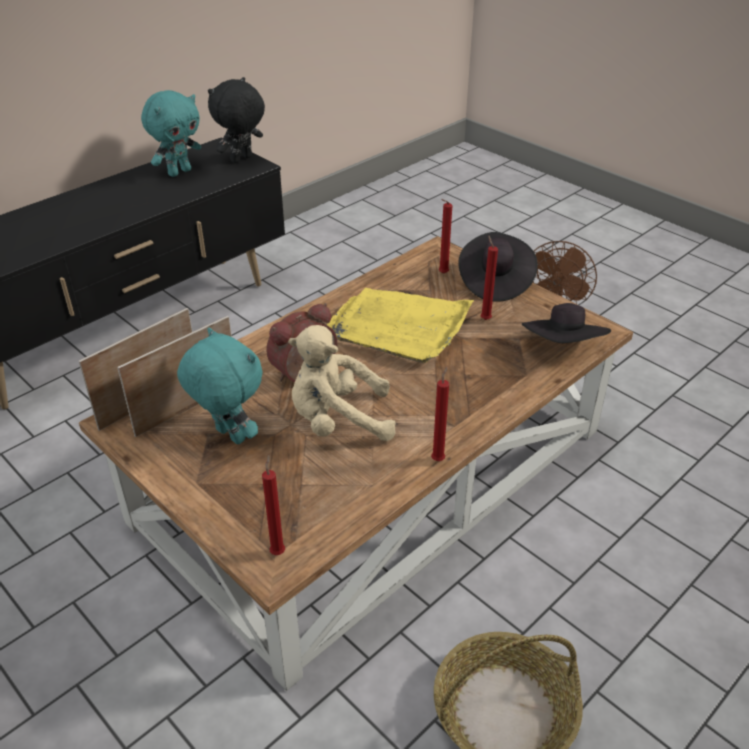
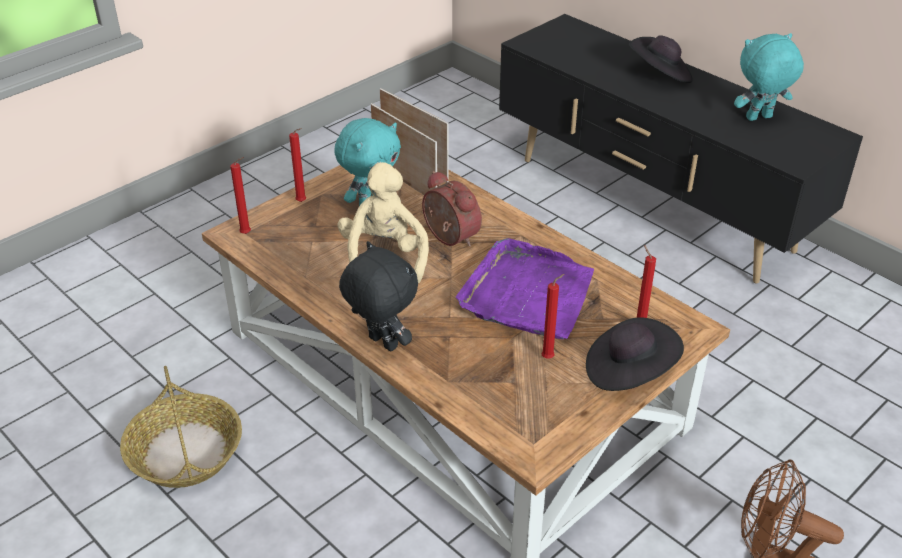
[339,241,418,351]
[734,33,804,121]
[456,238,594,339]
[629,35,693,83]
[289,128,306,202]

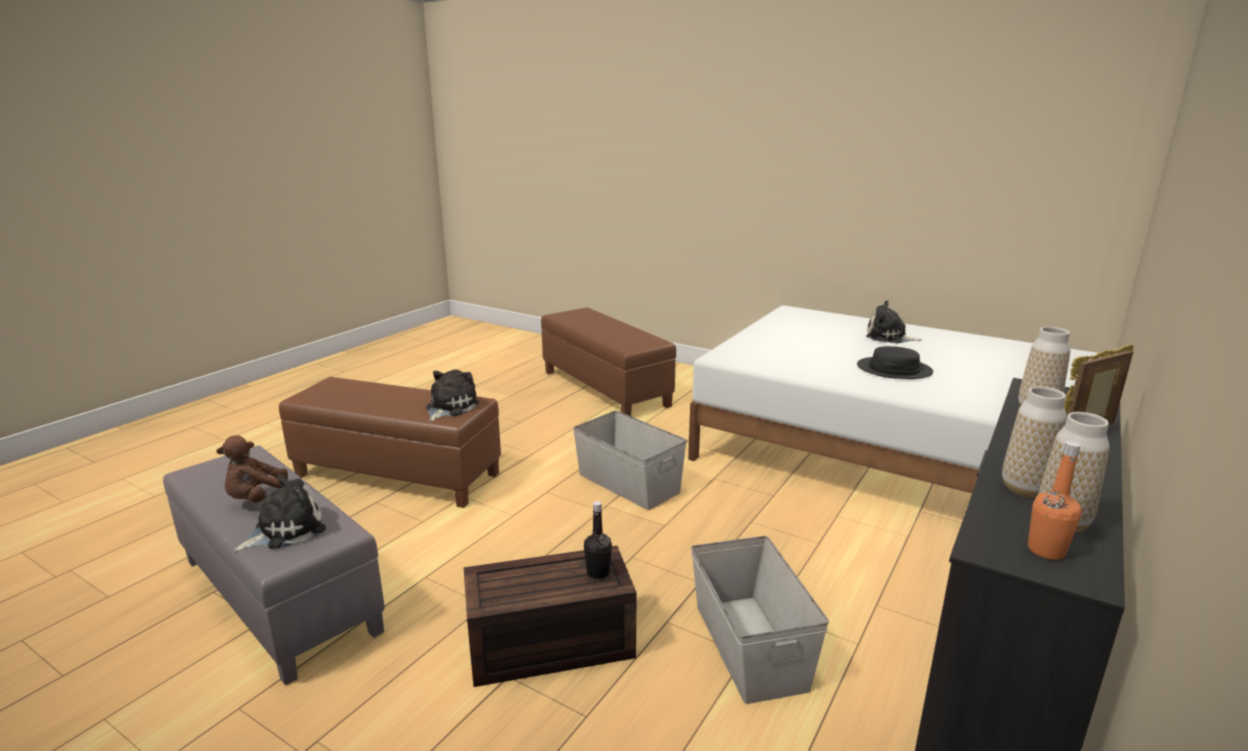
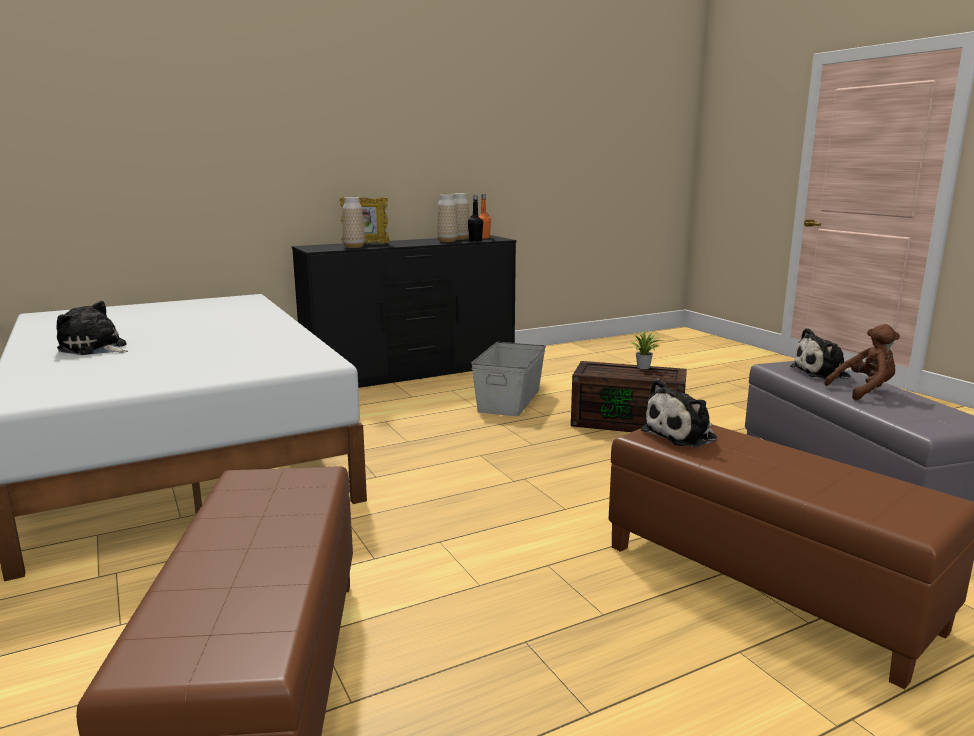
[56,301,128,355]
[857,346,933,379] (first image)
[573,411,687,510] (first image)
[468,195,483,241]
[631,330,663,369]

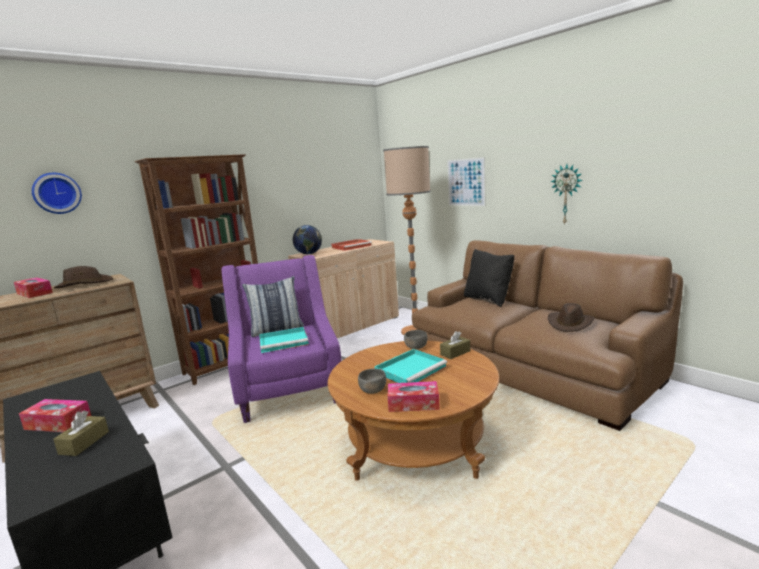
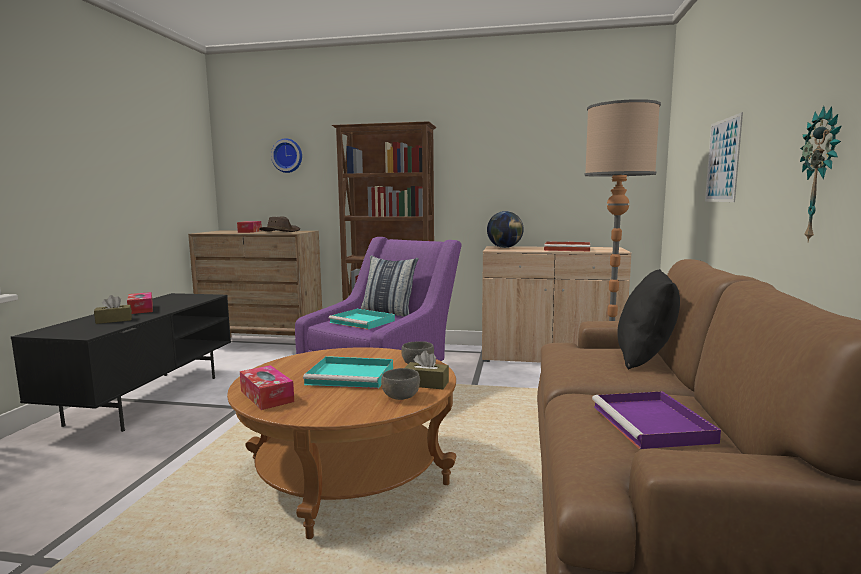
[592,391,721,449]
[381,368,420,400]

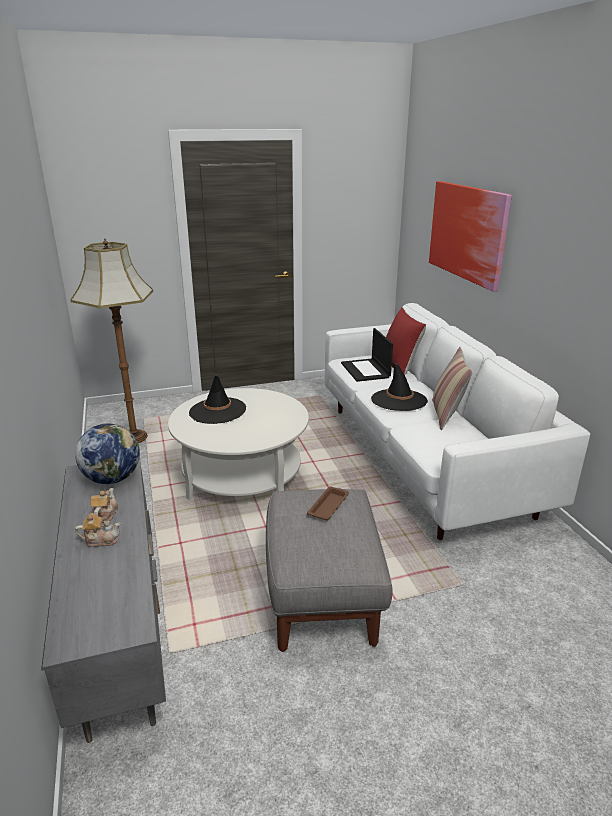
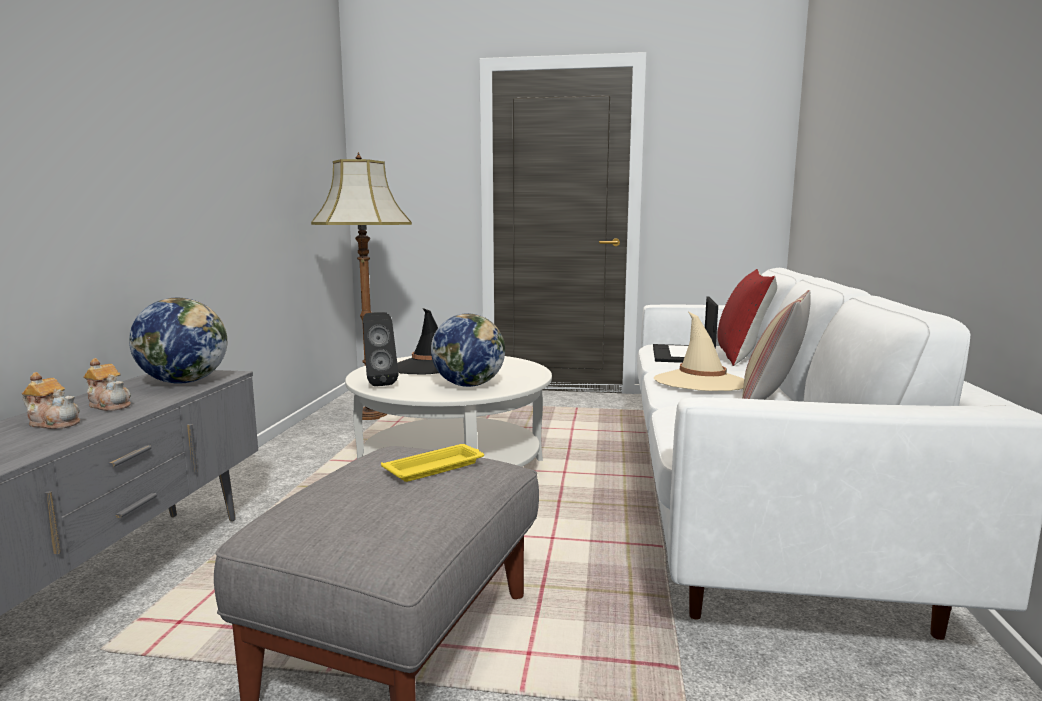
[429,181,512,292] (first image)
[654,312,744,391]
[381,444,484,482]
[83,358,131,411]
[363,312,399,386]
[431,313,505,387]

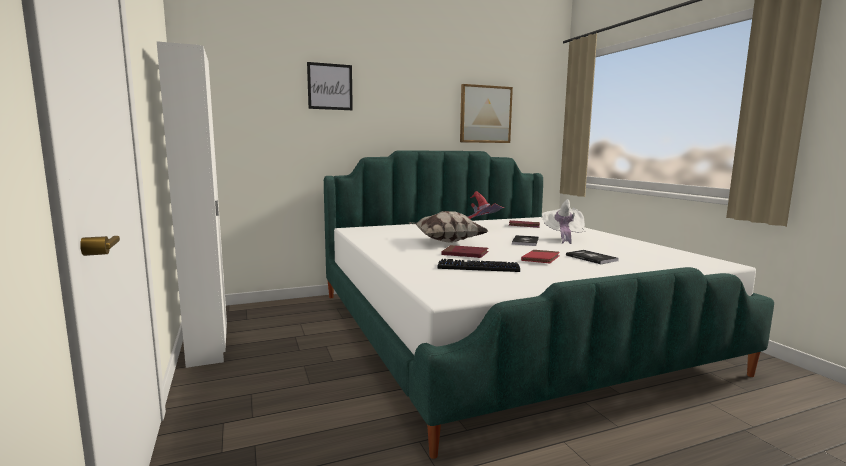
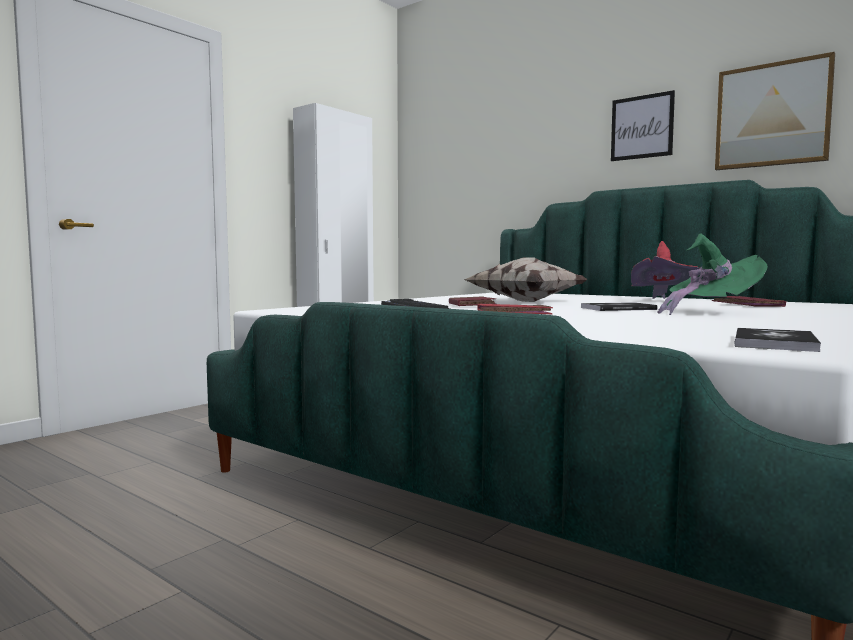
[611,90,675,161]
[658,233,768,315]
[735,328,821,352]

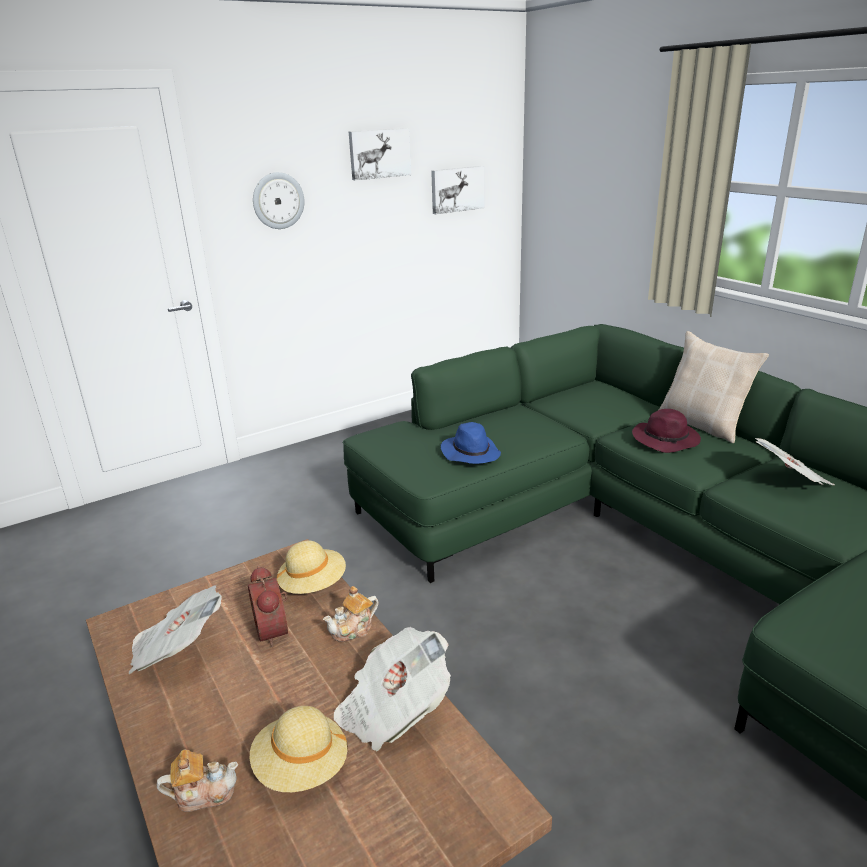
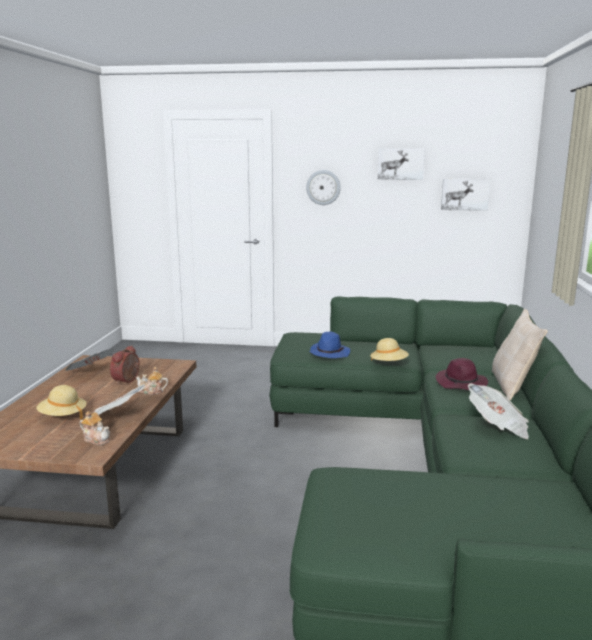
[370,338,409,361]
[80,411,110,445]

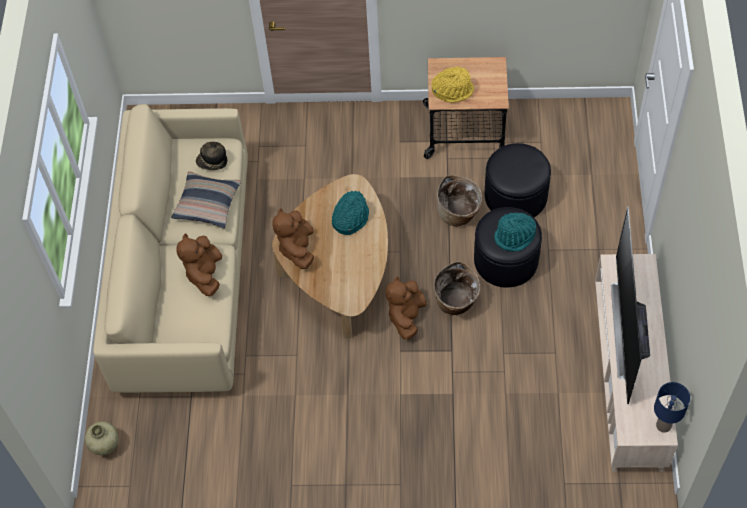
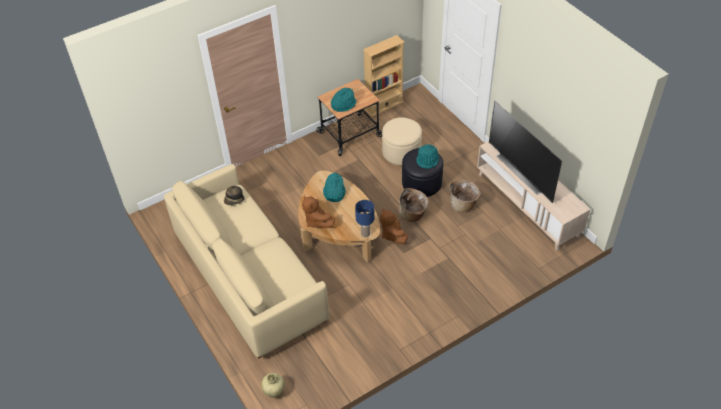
[331,88,356,112]
[382,117,422,165]
[171,171,241,228] (first image)
[449,180,481,213]
[176,233,222,296] (first image)
[355,200,375,237]
[363,35,404,117]

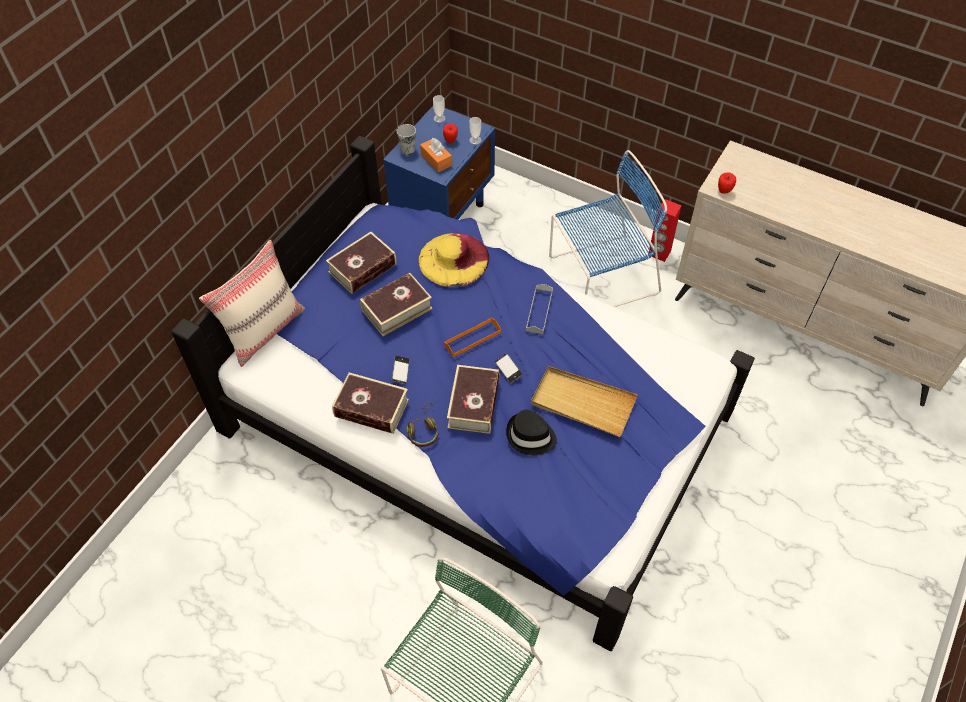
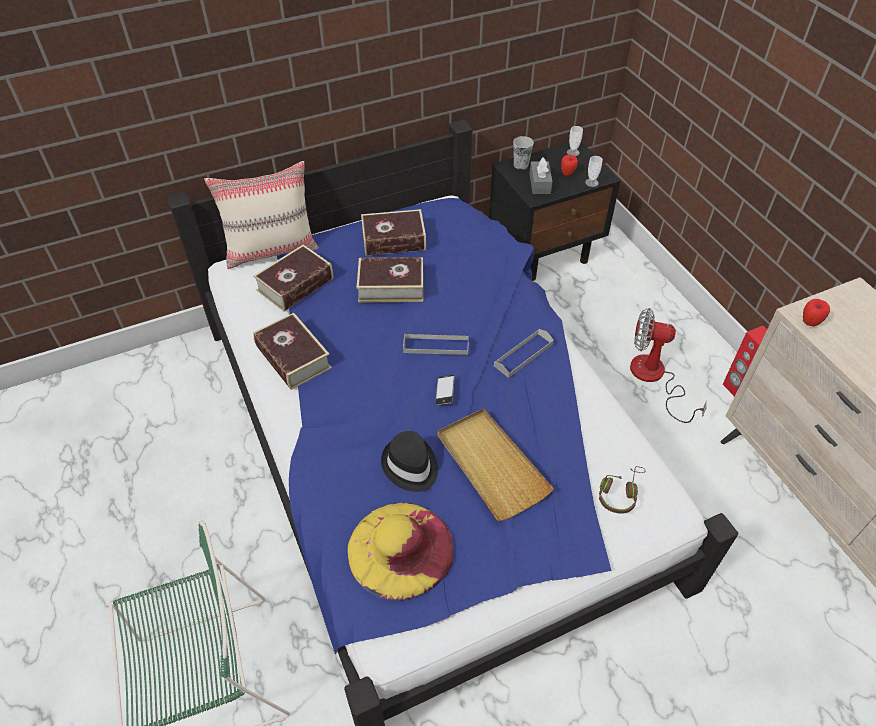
[489,142,620,281]
[530,157,552,194]
[630,308,707,423]
[347,503,454,601]
[403,334,469,355]
[392,355,410,384] (first image)
[253,244,333,311]
[599,466,645,514]

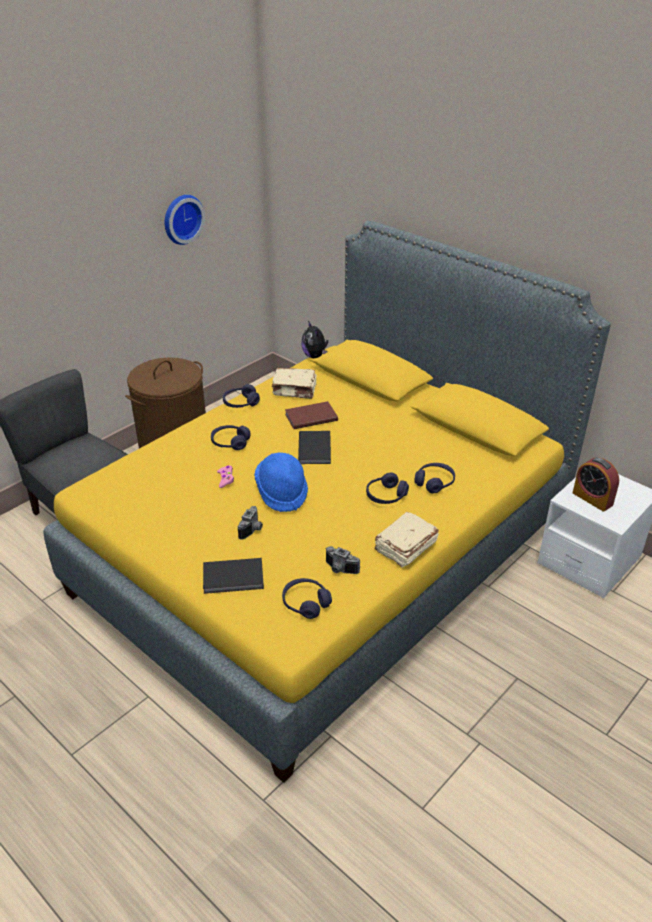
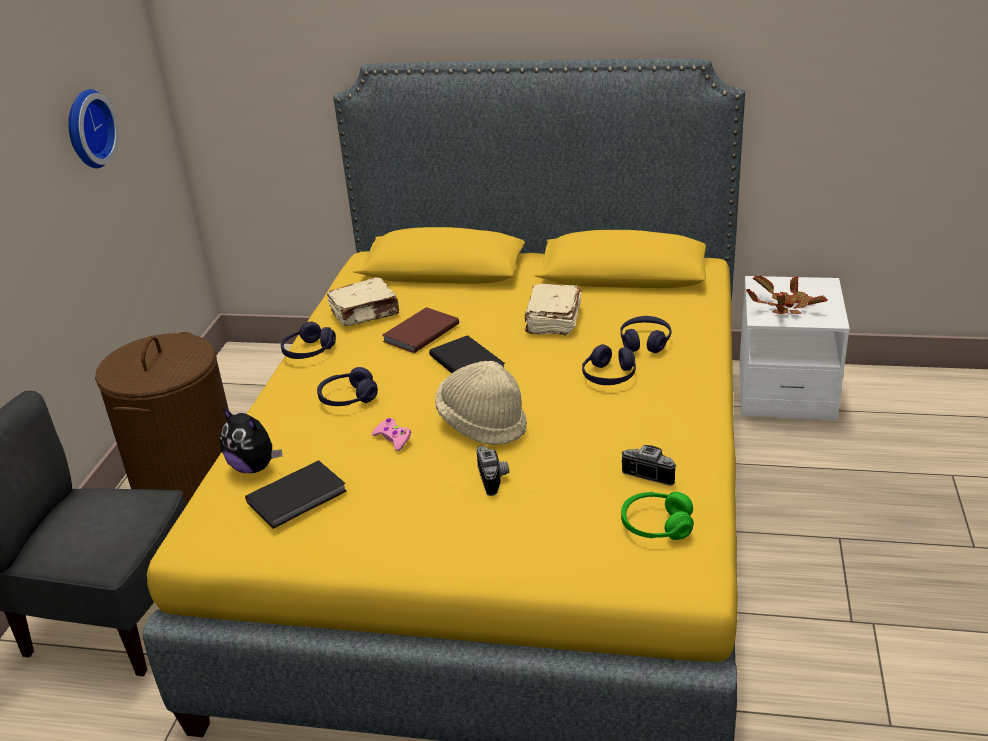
[220,408,282,473]
[435,361,527,445]
[746,275,828,314]
[525,284,582,336]
[621,445,677,486]
[245,460,347,529]
[621,492,694,540]

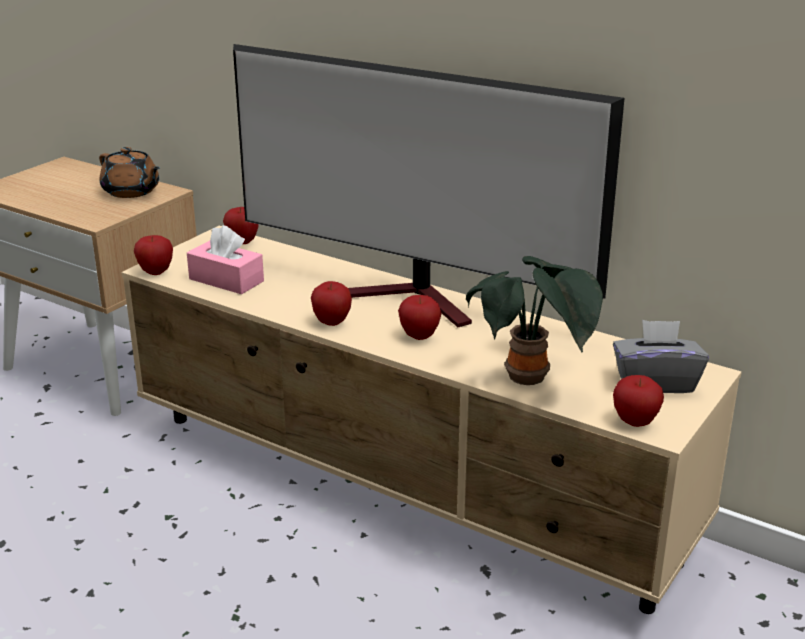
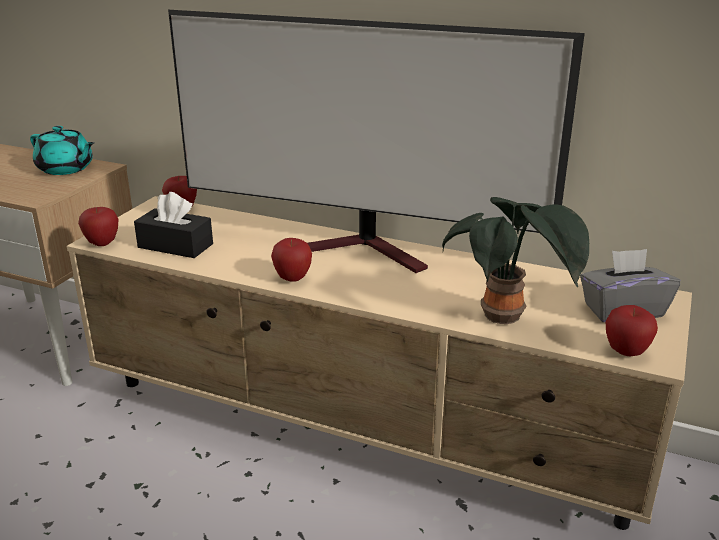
[30,126,94,175]
[134,192,213,258]
[398,295,441,340] (first image)

